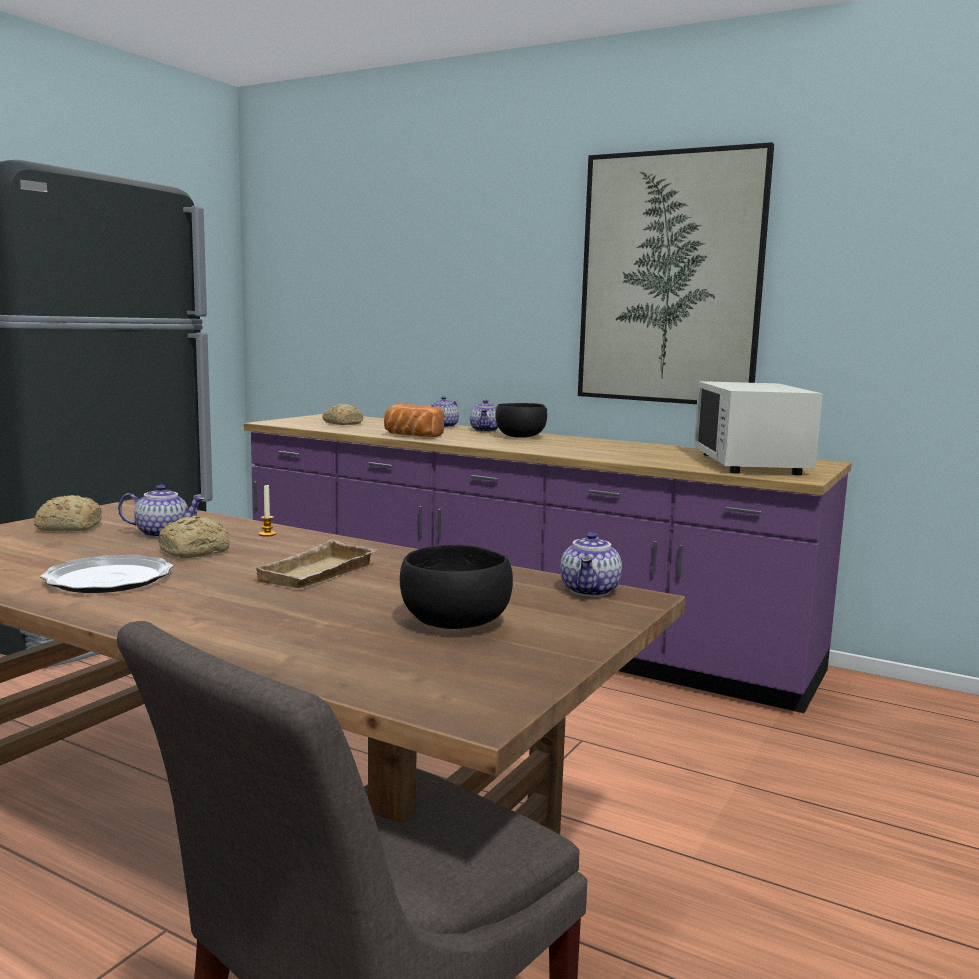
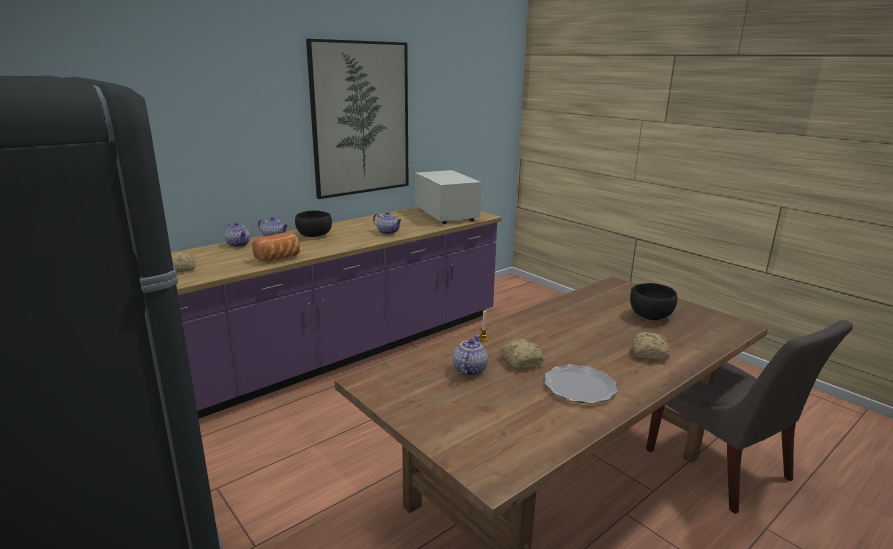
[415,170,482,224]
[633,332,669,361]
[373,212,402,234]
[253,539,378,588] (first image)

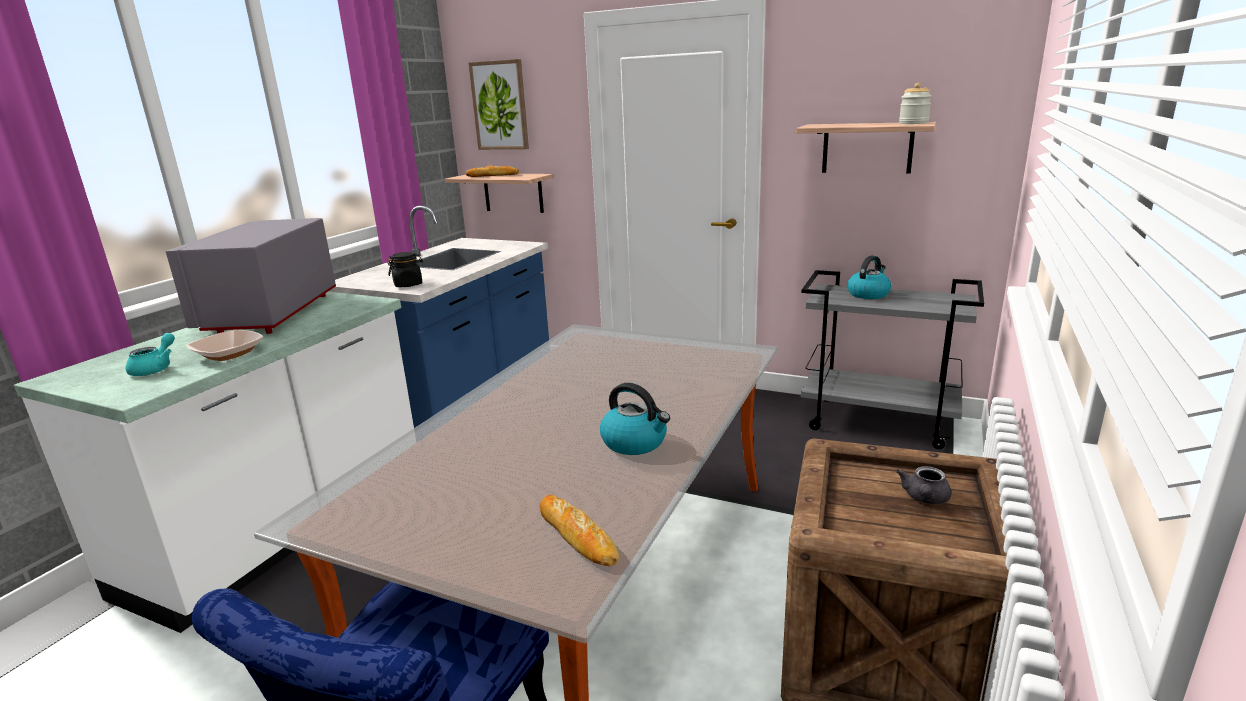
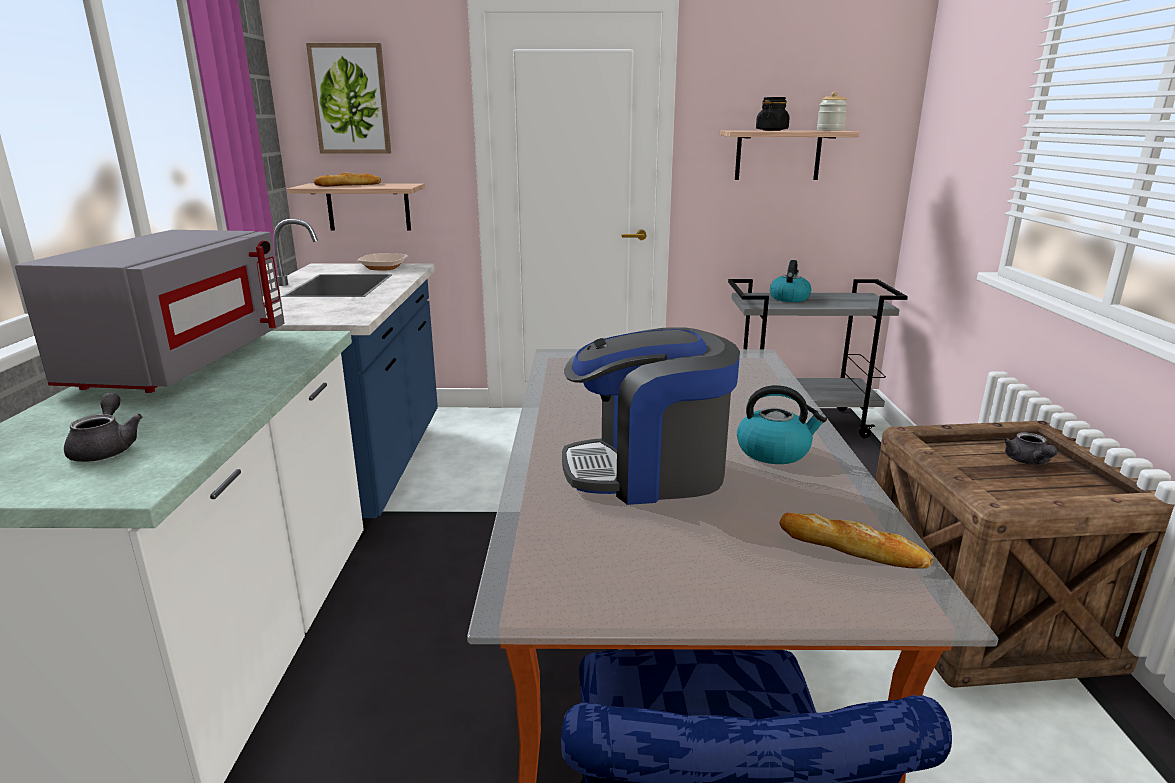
[15,230,285,393]
[756,97,789,131]
[358,253,407,270]
[64,393,143,462]
[562,327,740,505]

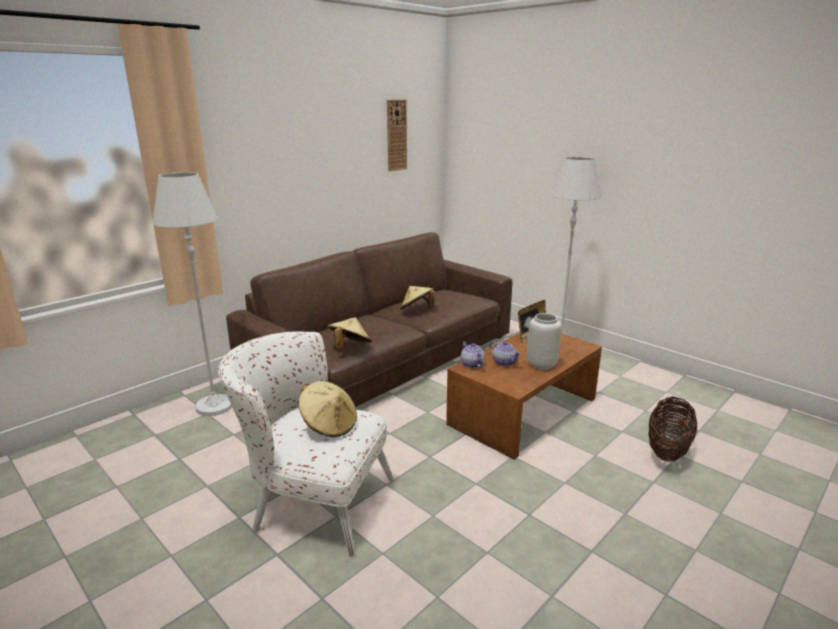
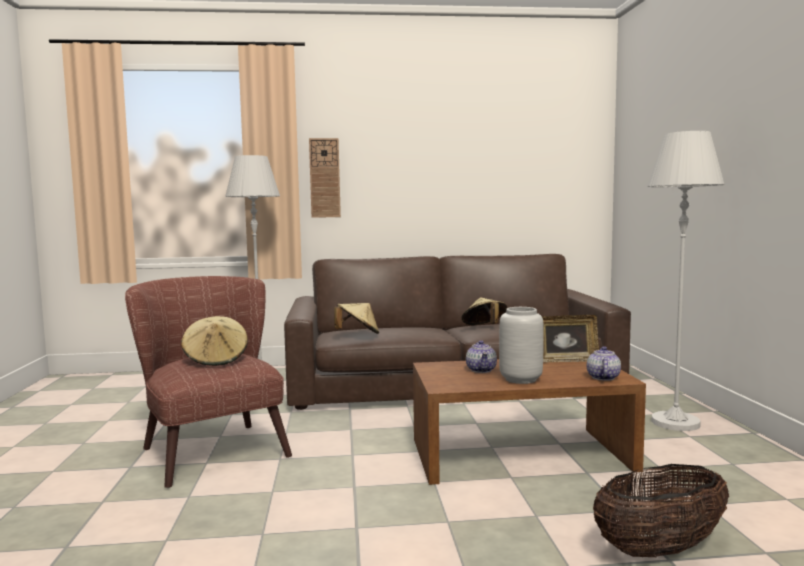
[309,138,341,218]
[125,276,292,488]
[587,346,621,381]

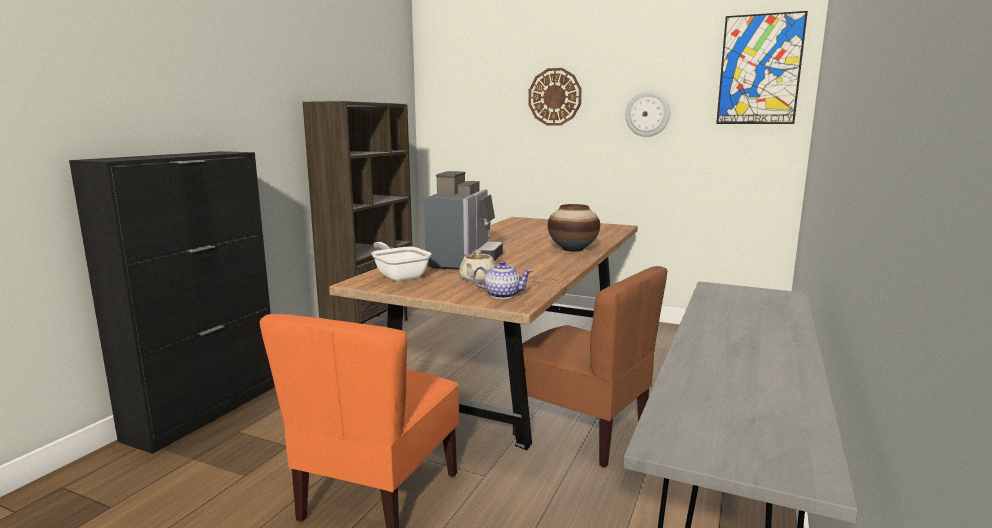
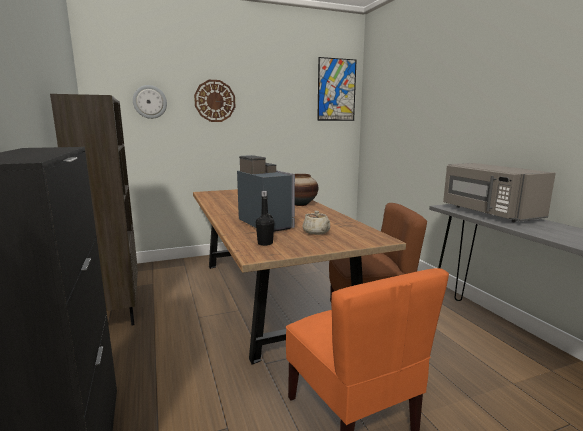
[133,85,167,119]
[256,191,274,246]
[473,261,533,299] (first image)
[443,163,556,222]

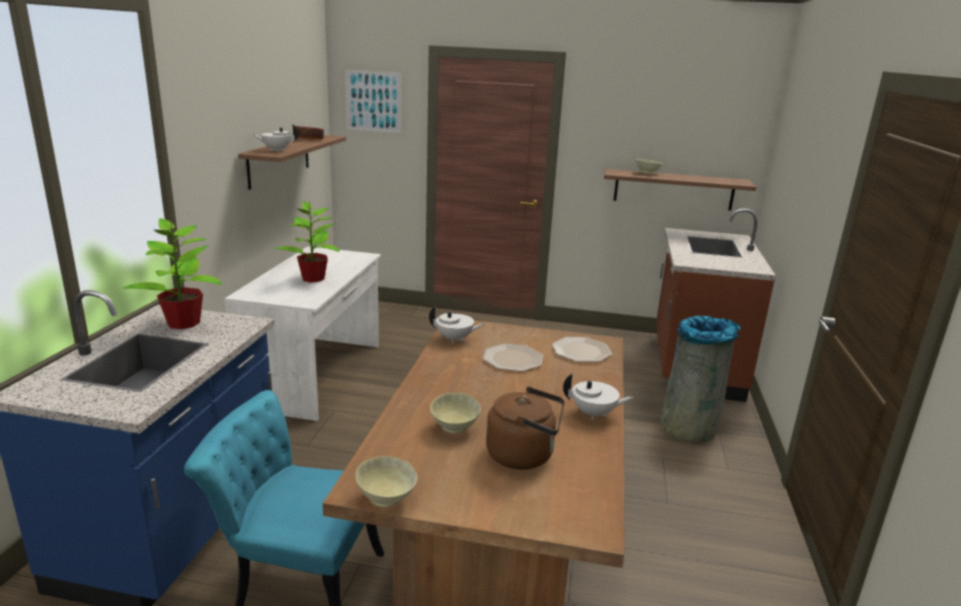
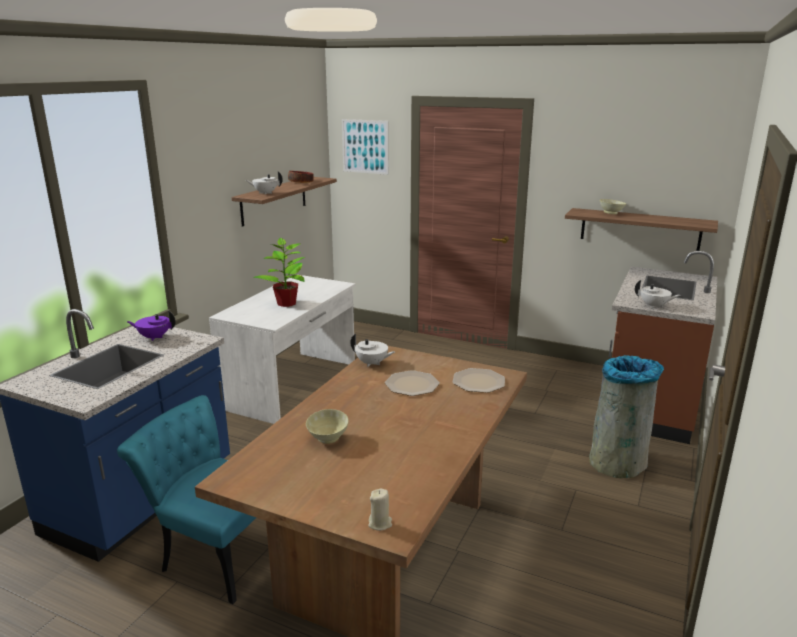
[127,311,176,341]
[635,280,680,309]
[486,387,564,470] (first image)
[355,456,417,508] (first image)
[368,489,392,531]

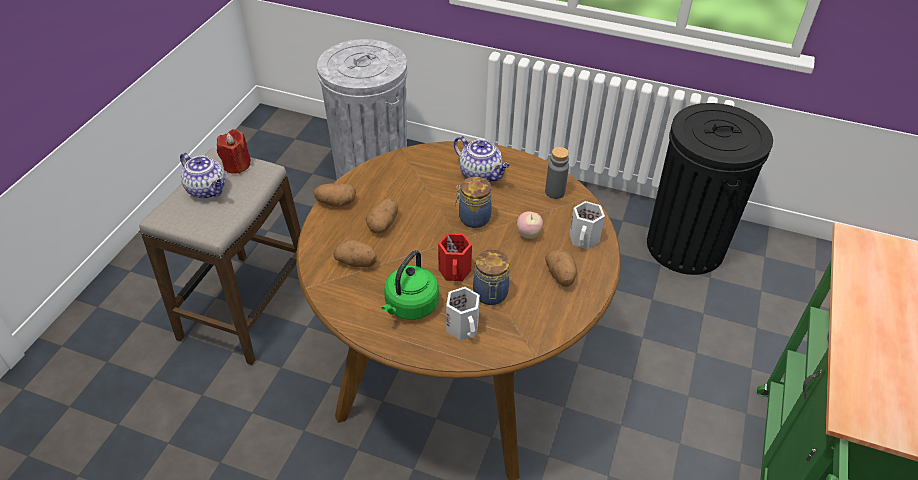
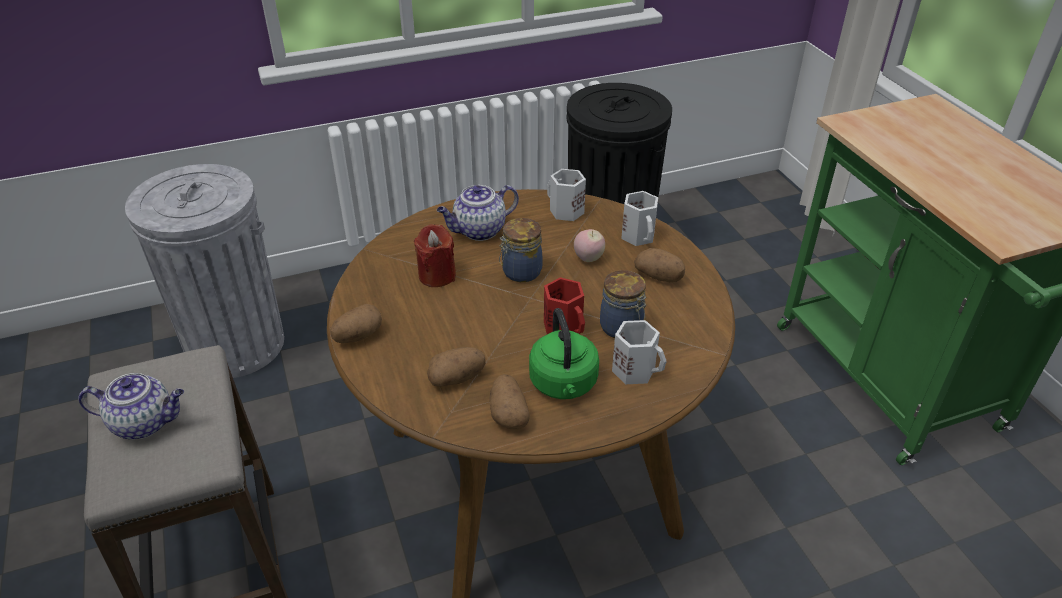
[414,224,456,287]
[437,185,519,241]
[547,169,586,221]
[489,374,530,429]

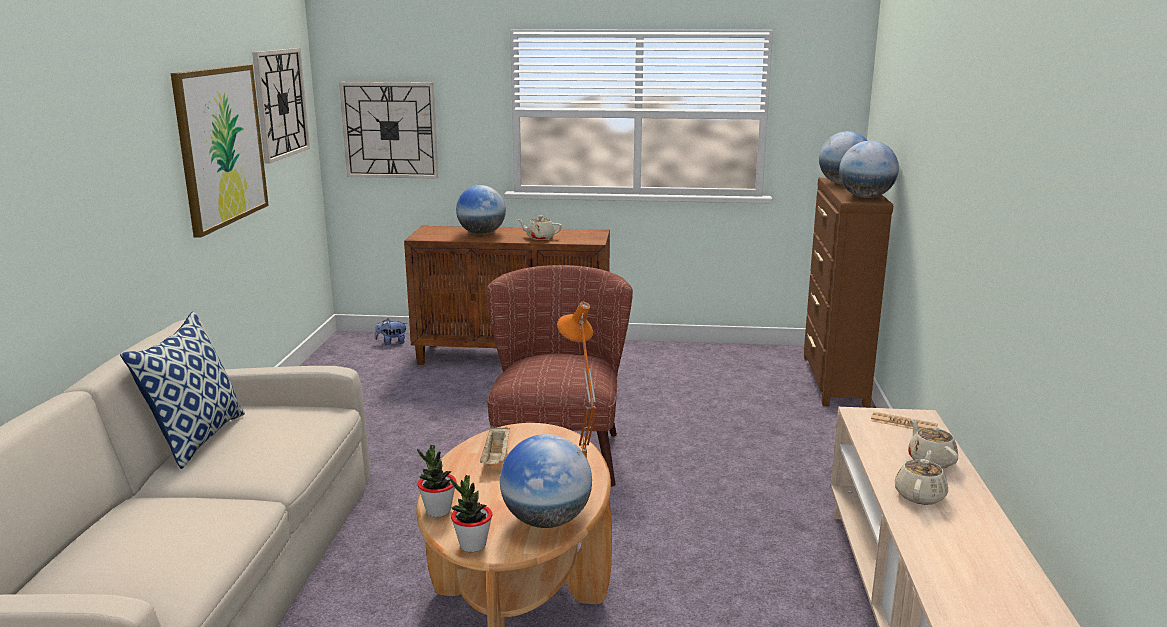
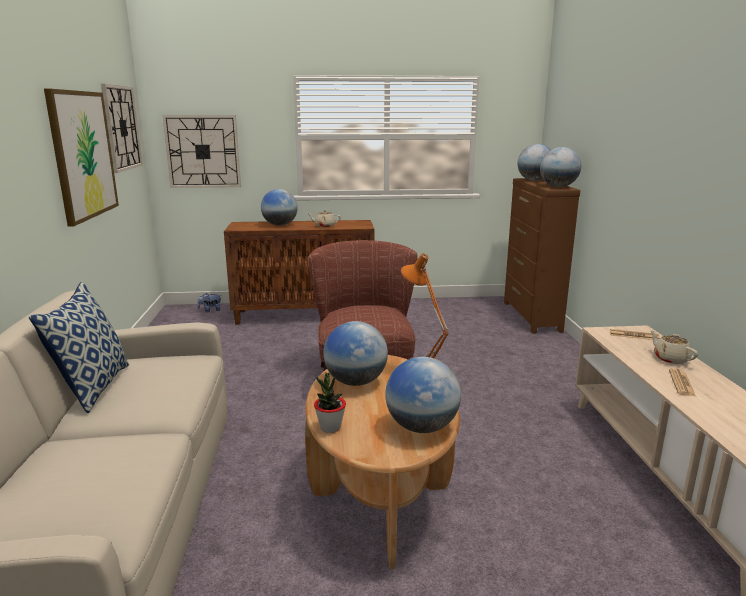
[323,321,388,386]
[669,368,696,396]
[450,475,492,552] (first image)

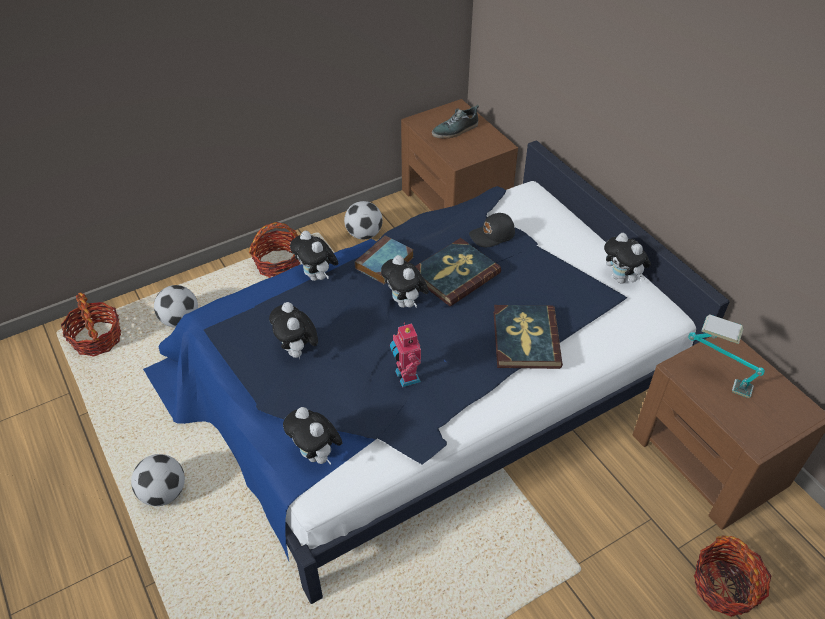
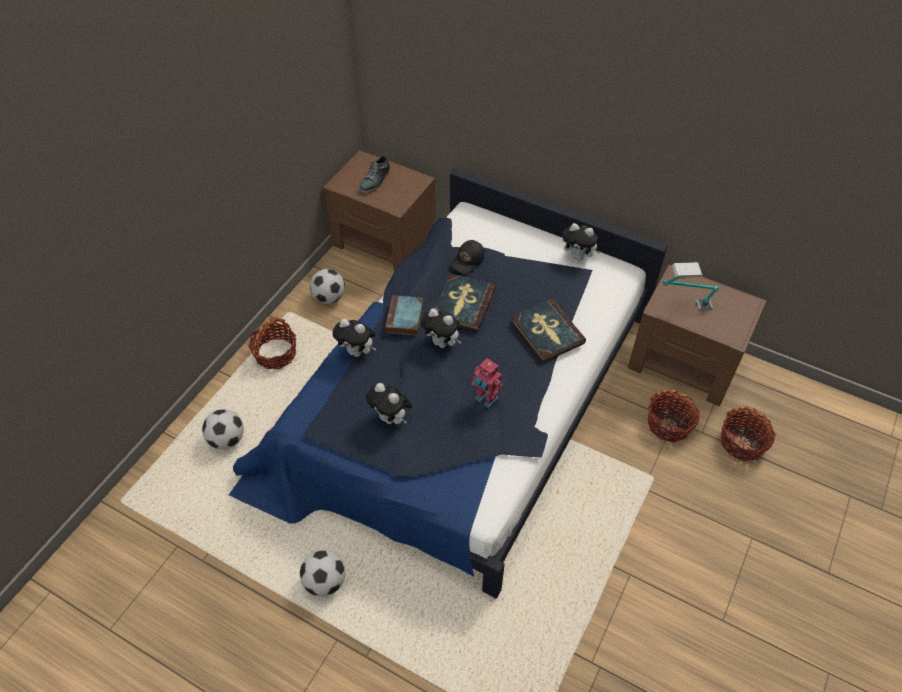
[648,390,700,443]
[283,407,342,464] (first image)

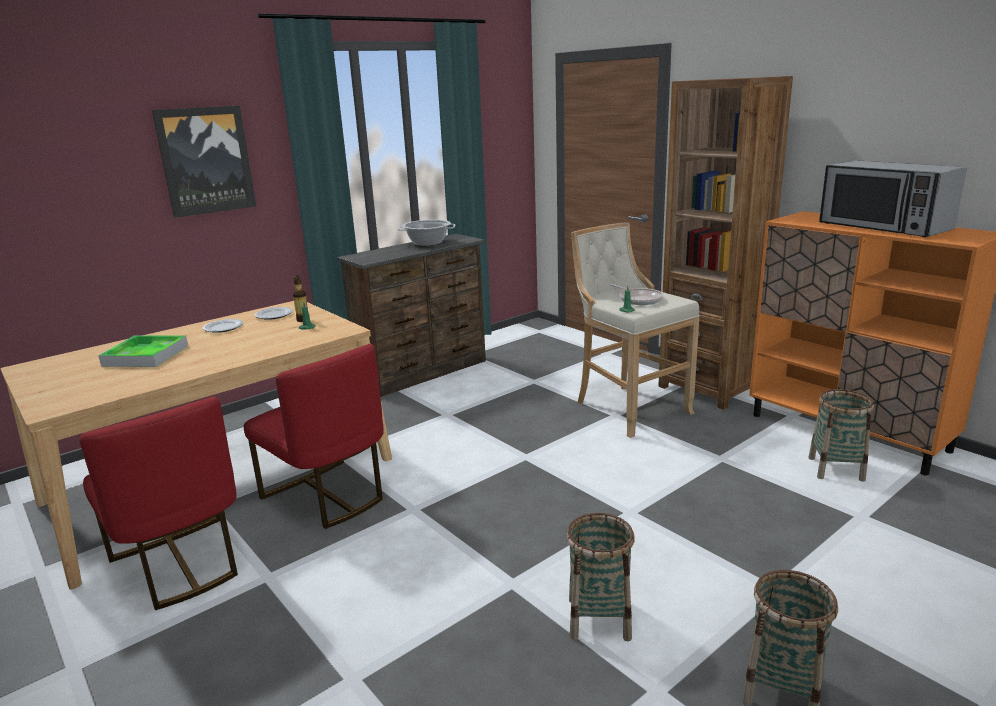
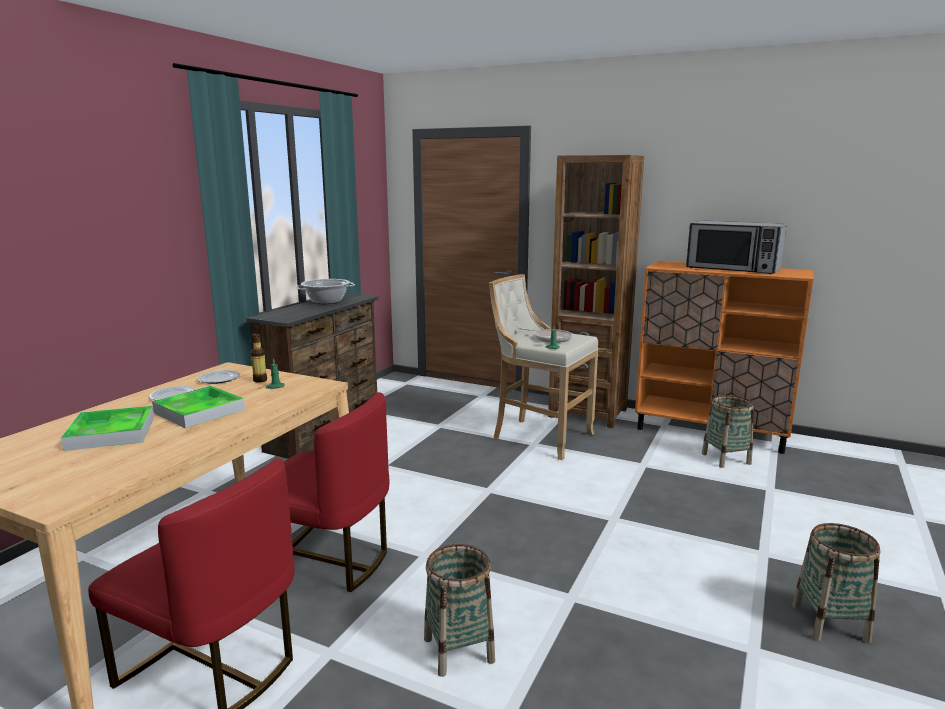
[152,106,256,218] (first image)
[424,544,495,677]
[152,386,245,428]

